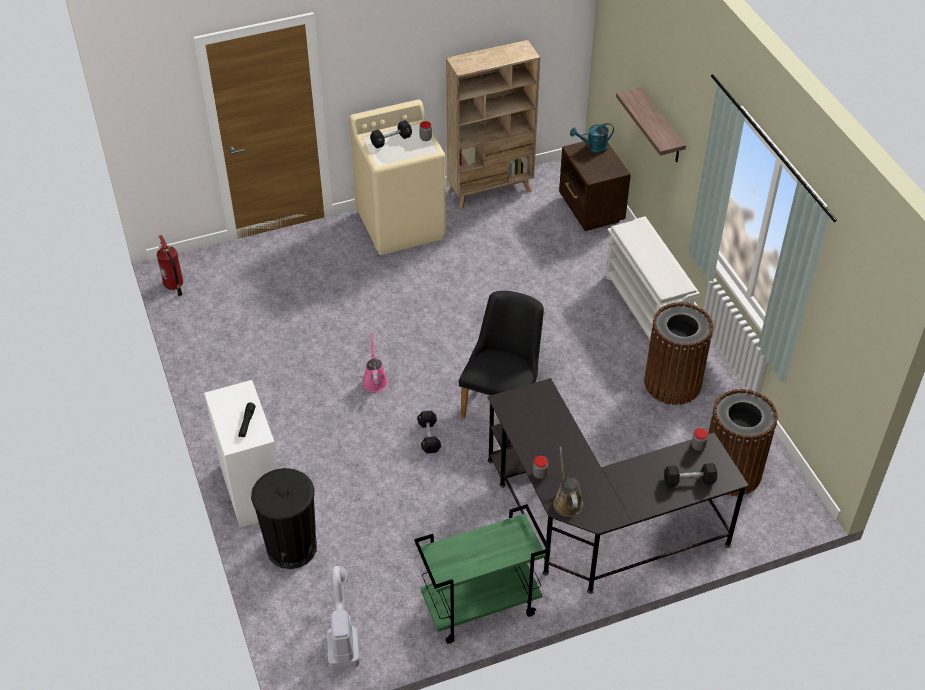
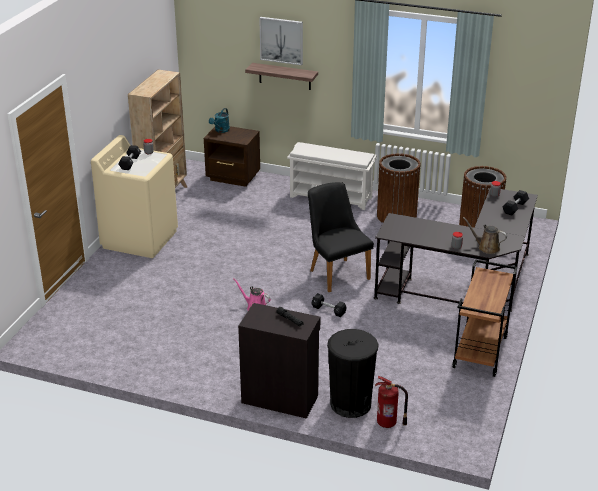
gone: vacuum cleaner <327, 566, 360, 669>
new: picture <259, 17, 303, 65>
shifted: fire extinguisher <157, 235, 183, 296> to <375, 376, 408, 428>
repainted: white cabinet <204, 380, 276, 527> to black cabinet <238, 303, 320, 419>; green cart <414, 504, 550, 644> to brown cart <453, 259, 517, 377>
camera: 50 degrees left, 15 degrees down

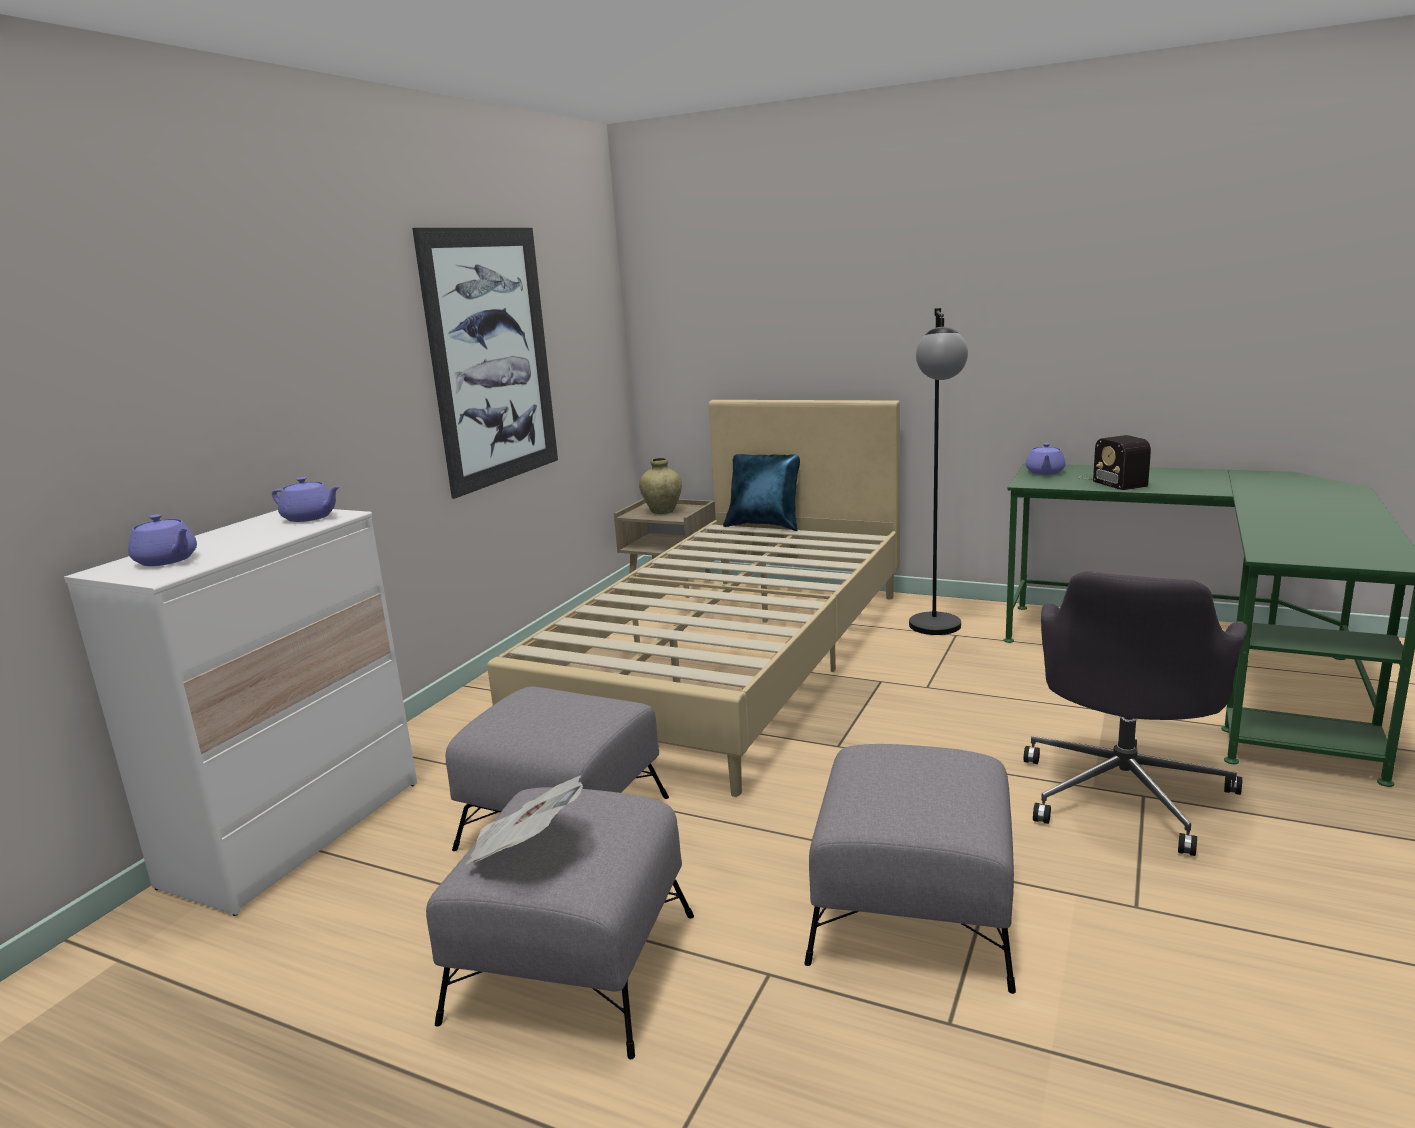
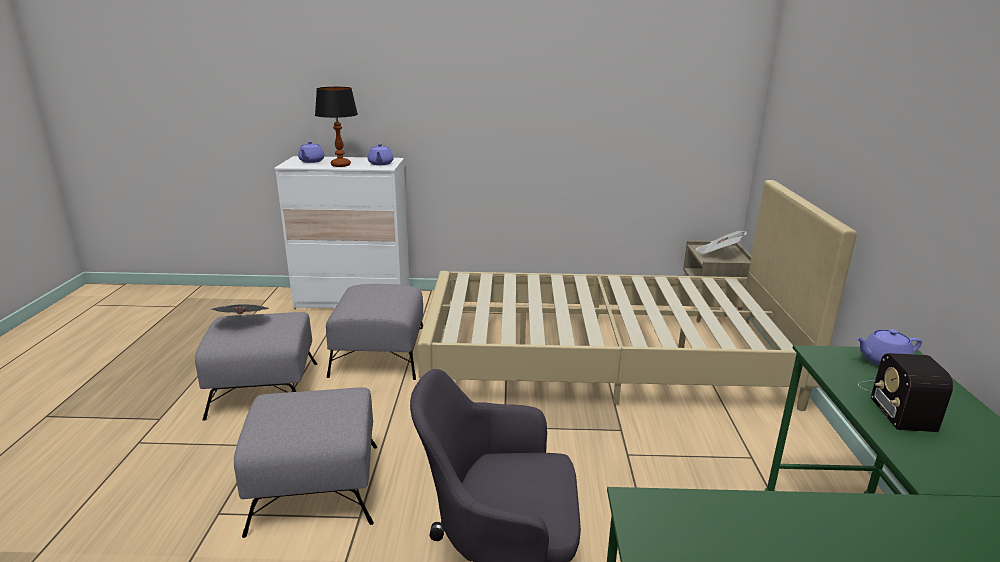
gone: picture <412, 228, 558, 499>; blue pillow <723, 454, 800, 531>; black floor lamp <909, 308, 968, 635>
new: table lamp <315, 87, 358, 167>
swapped: beige vase <639, 458, 682, 514> to newspaper <696, 231, 747, 255>
rotated: radio <1079, 435, 1151, 490> = <858, 353, 953, 432> 45 degrees counterclockwise
camera: 65 degrees right, 5 degrees up

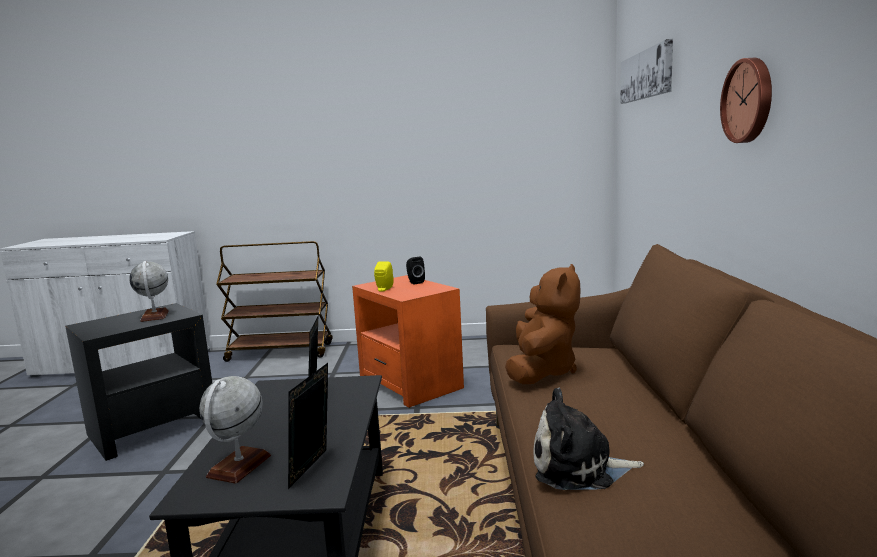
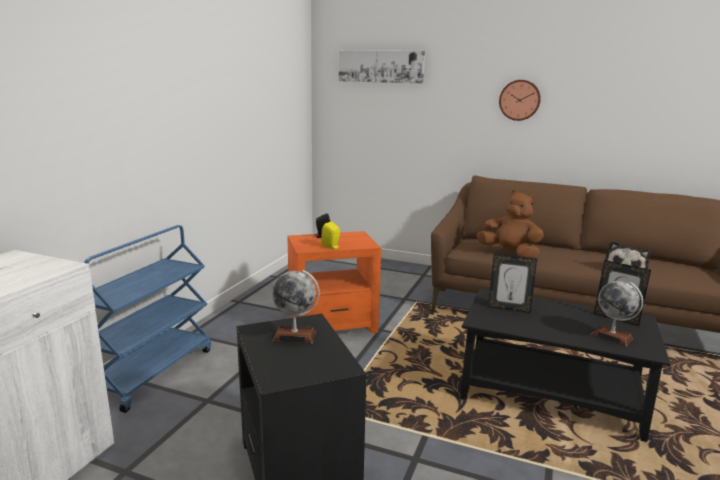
repainted: brown cart <216, 241, 333, 362> to blue cart <84, 225, 211, 413>
camera: 70 degrees left, 5 degrees up

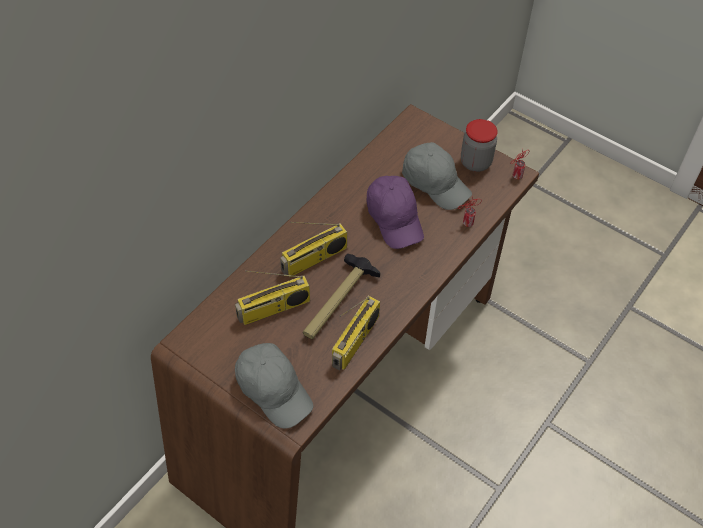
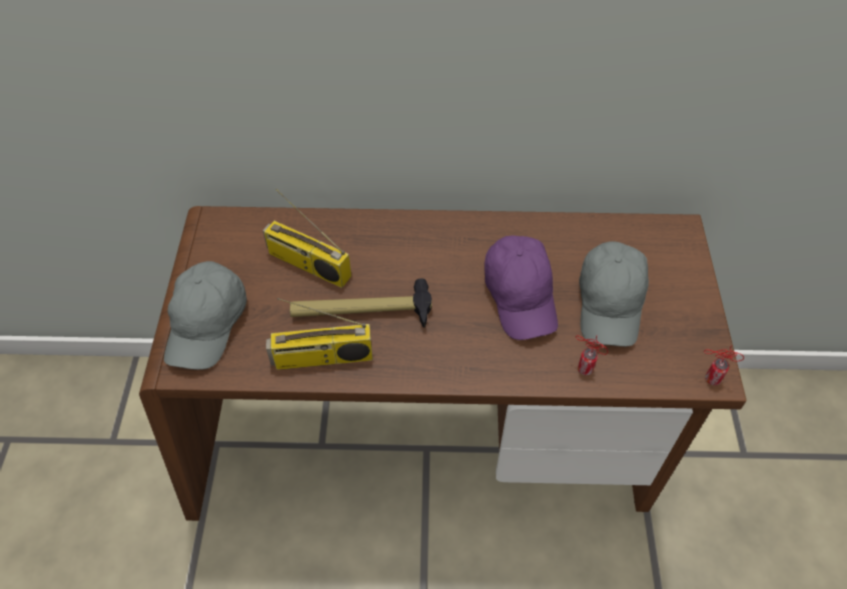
gone: radio <280, 222, 347, 277>; jar <461, 119, 498, 172>
rotated: purple cap <367, 176, 424, 249> = <484, 235, 558, 340> 45 degrees counterclockwise
camera: 55 degrees right, 0 degrees up

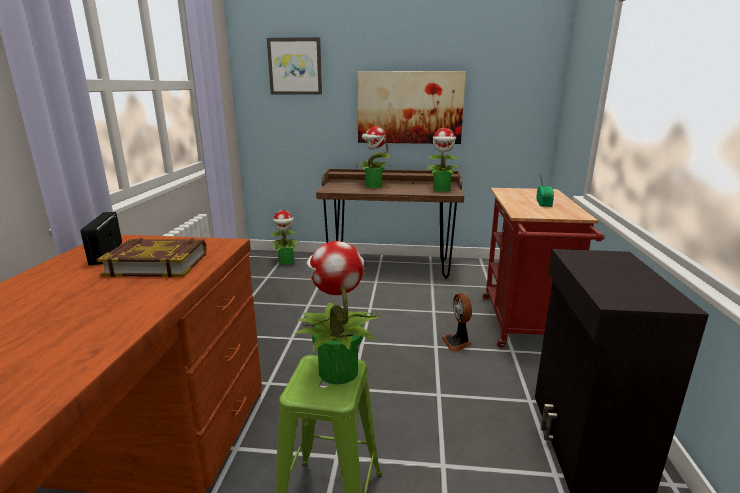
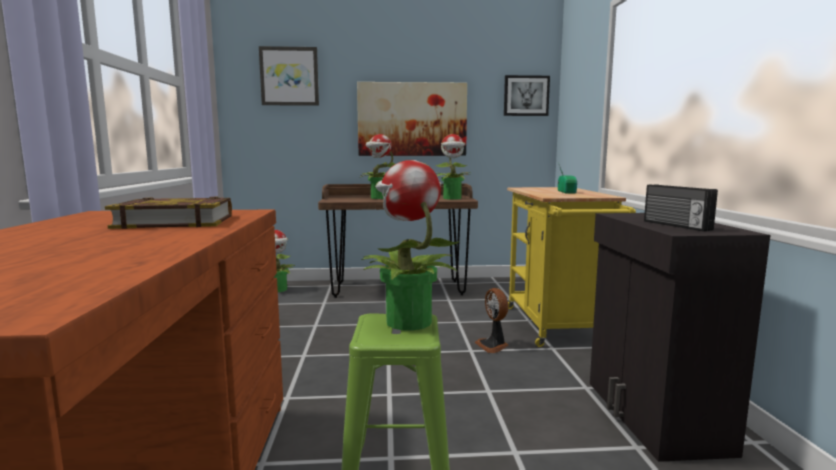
new: picture <504, 75, 550, 116>
shifted: radio <80, 212, 122, 265> to <644, 185, 718, 232>
repainted: red cart <483, 188, 605, 348> to yellow cart <507, 187, 636, 347>
camera: 10 degrees left, 10 degrees down

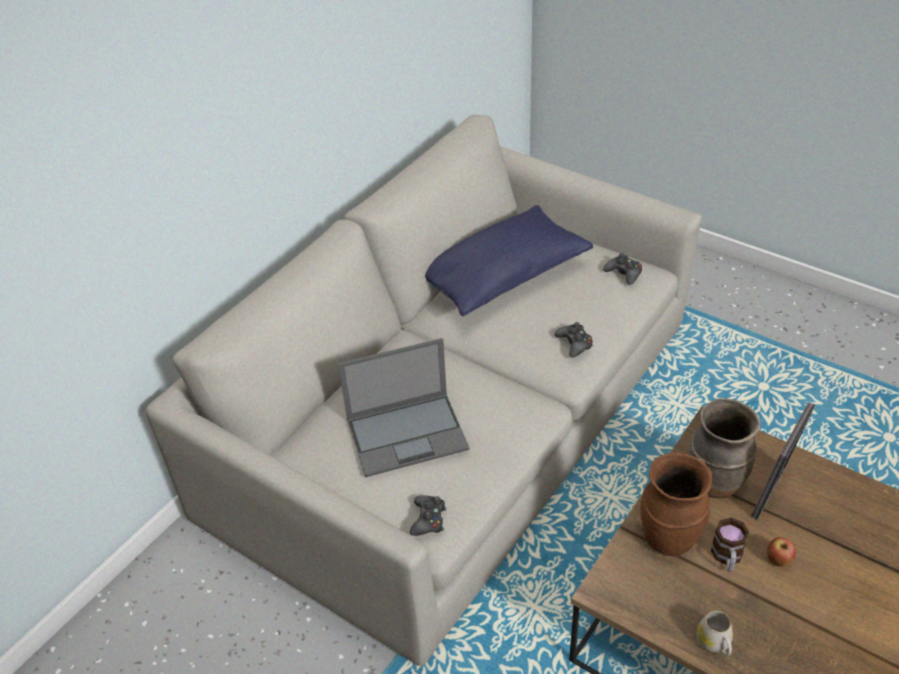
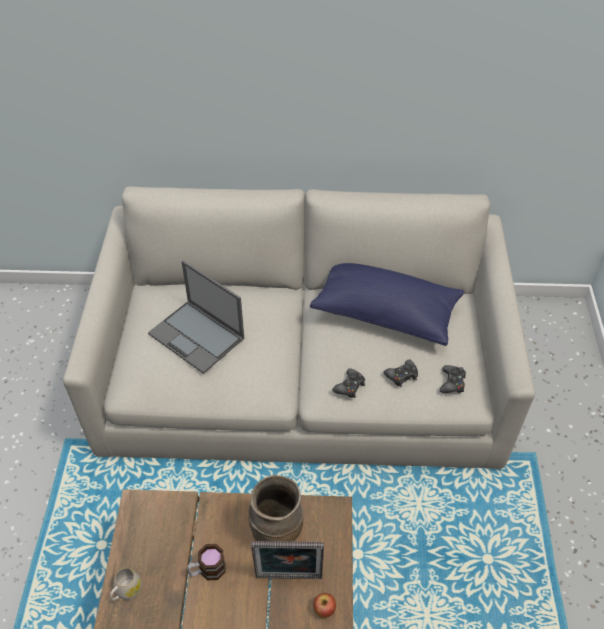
gone: brown vase <640, 452, 712, 556>
shifted: black game controller <410, 495, 446, 536> to <384, 359, 418, 387>; apple <767, 537, 796, 567> to <313, 593, 336, 618>
camera: 55 degrees right, 5 degrees up

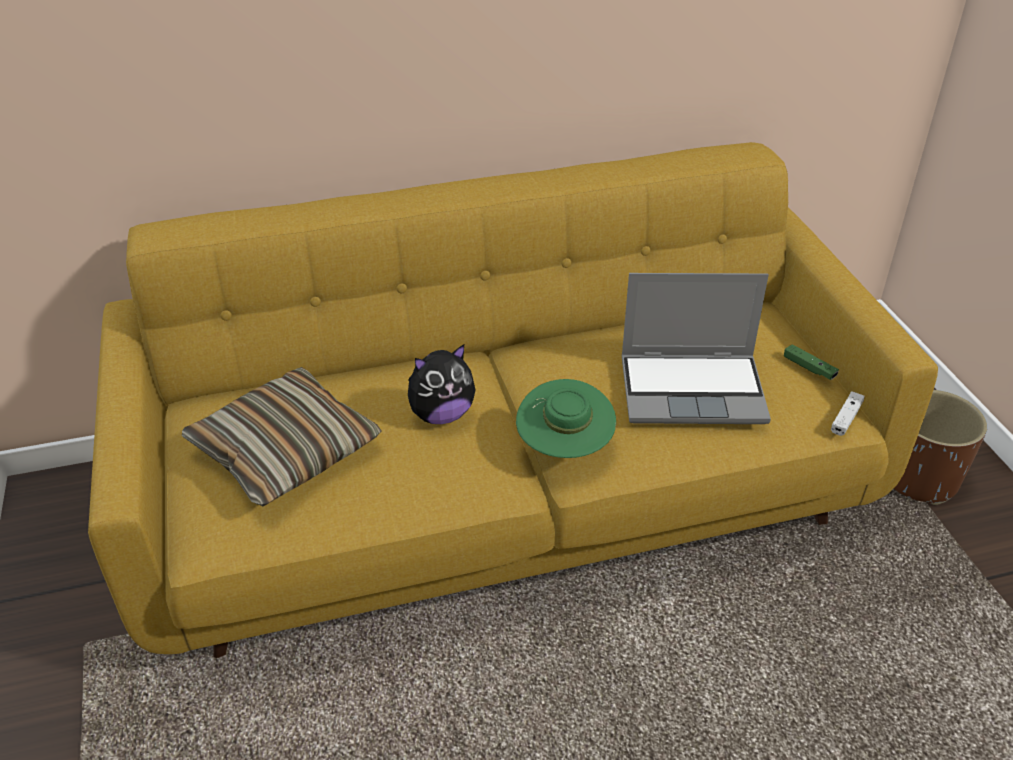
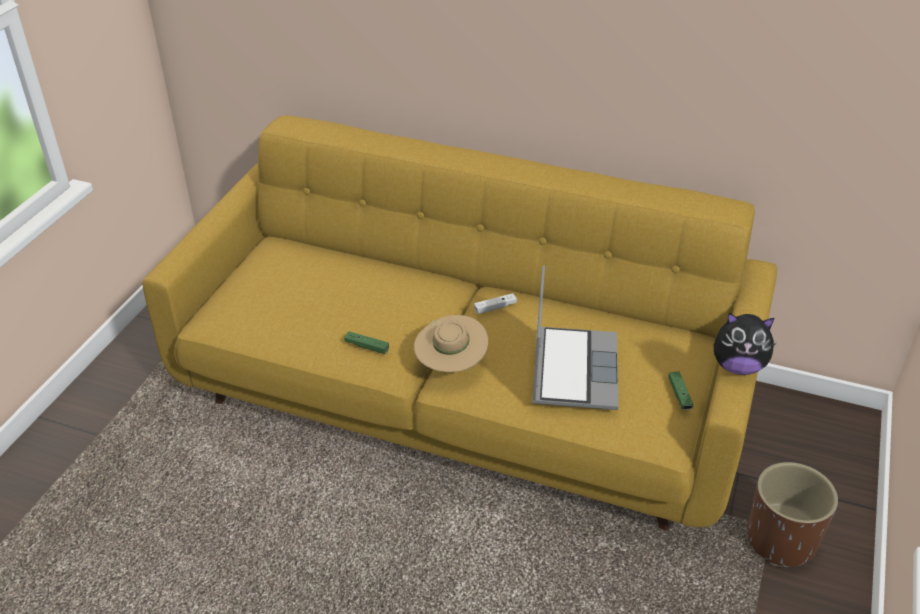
gone: pillow <182, 367, 381, 507>
new: green game controller <344, 332, 389, 354>
shifted: plush toy <408, 344, 476, 424> to <714, 313, 776, 375>; white game controller <831, 391, 865, 436> to <474, 293, 517, 314>
repainted: green hat <516, 379, 616, 458> to beige hat <414, 315, 488, 372>
rotated: laptop <622, 273, 771, 424> = <532, 265, 619, 410> 120 degrees counterclockwise
camera: 35 degrees right, 0 degrees up

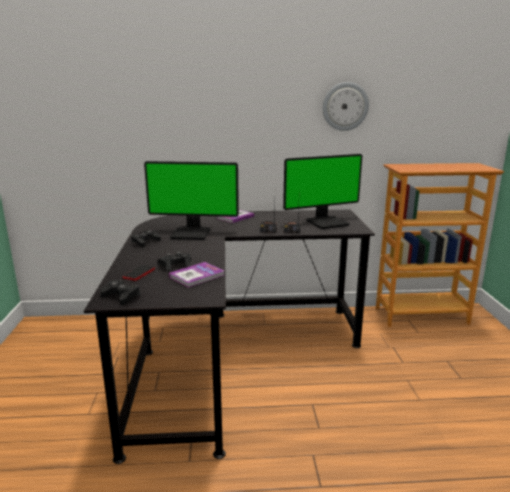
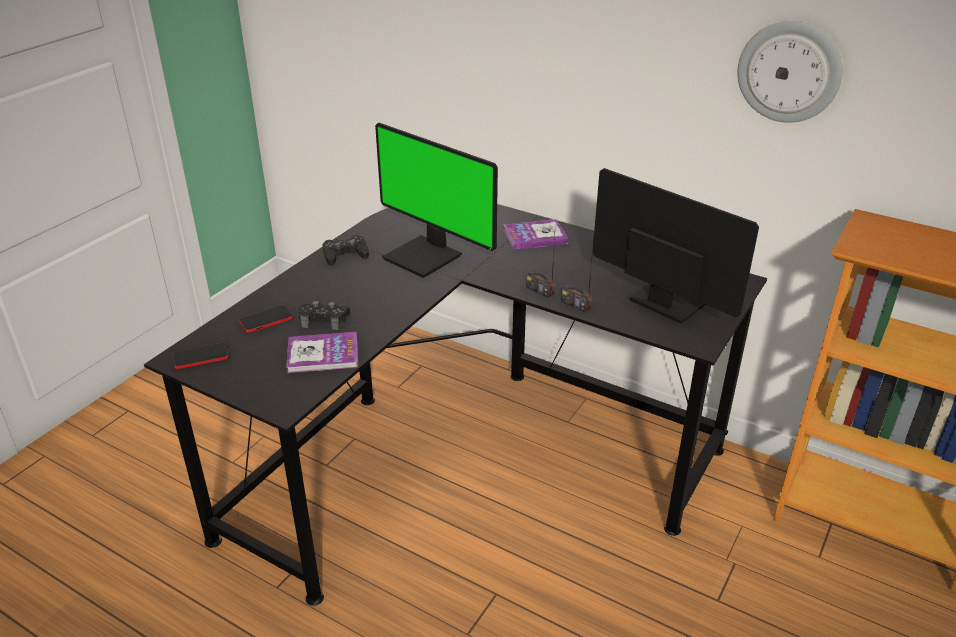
swapped: black game controller <100, 280, 140, 305> to phone <173, 343, 229, 369>
rotated: monitor <283, 154, 362, 229> = <593, 168, 759, 324> 150 degrees counterclockwise
camera: 35 degrees right, 15 degrees up

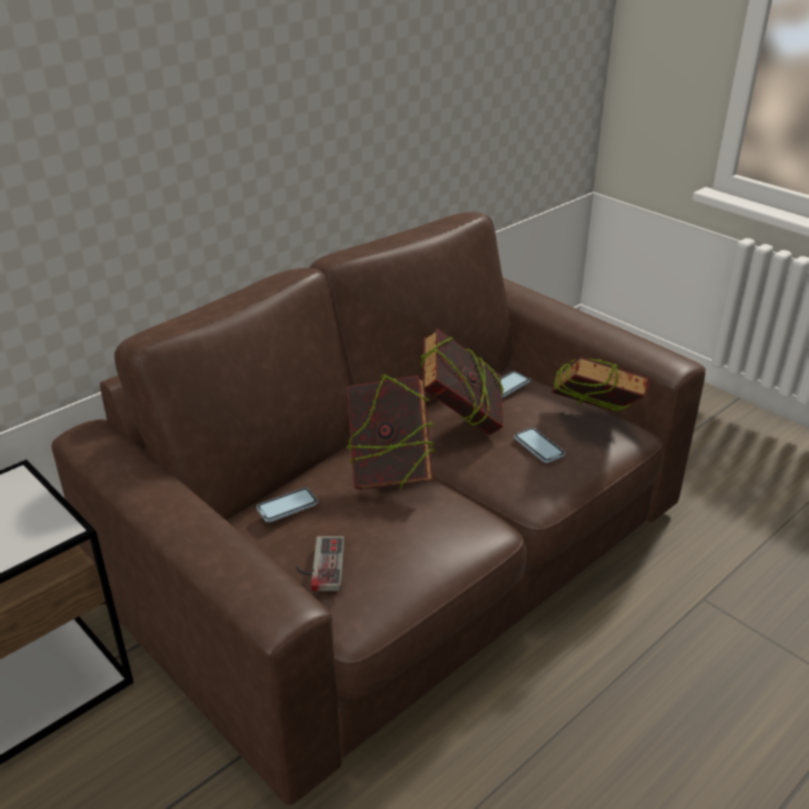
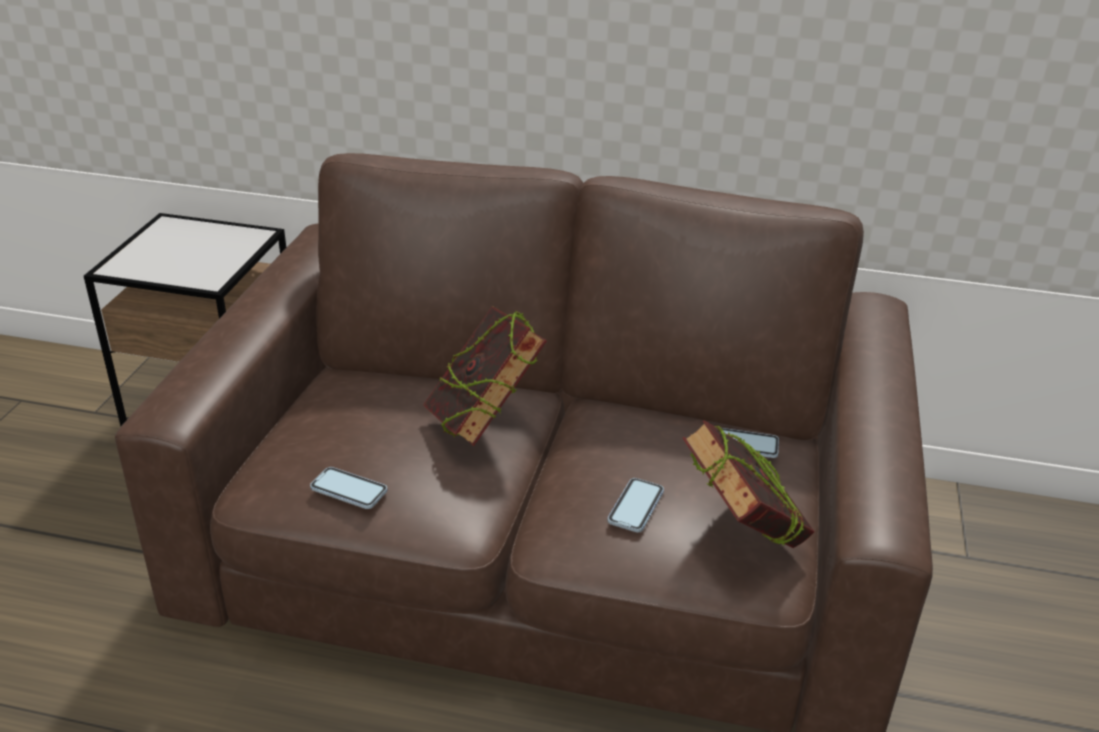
gone: game controller <296, 536, 344, 591>; book <421, 329, 504, 435>
shifted: phone <257, 488, 318, 522> to <310, 467, 387, 509>
camera: 55 degrees right, 0 degrees up

